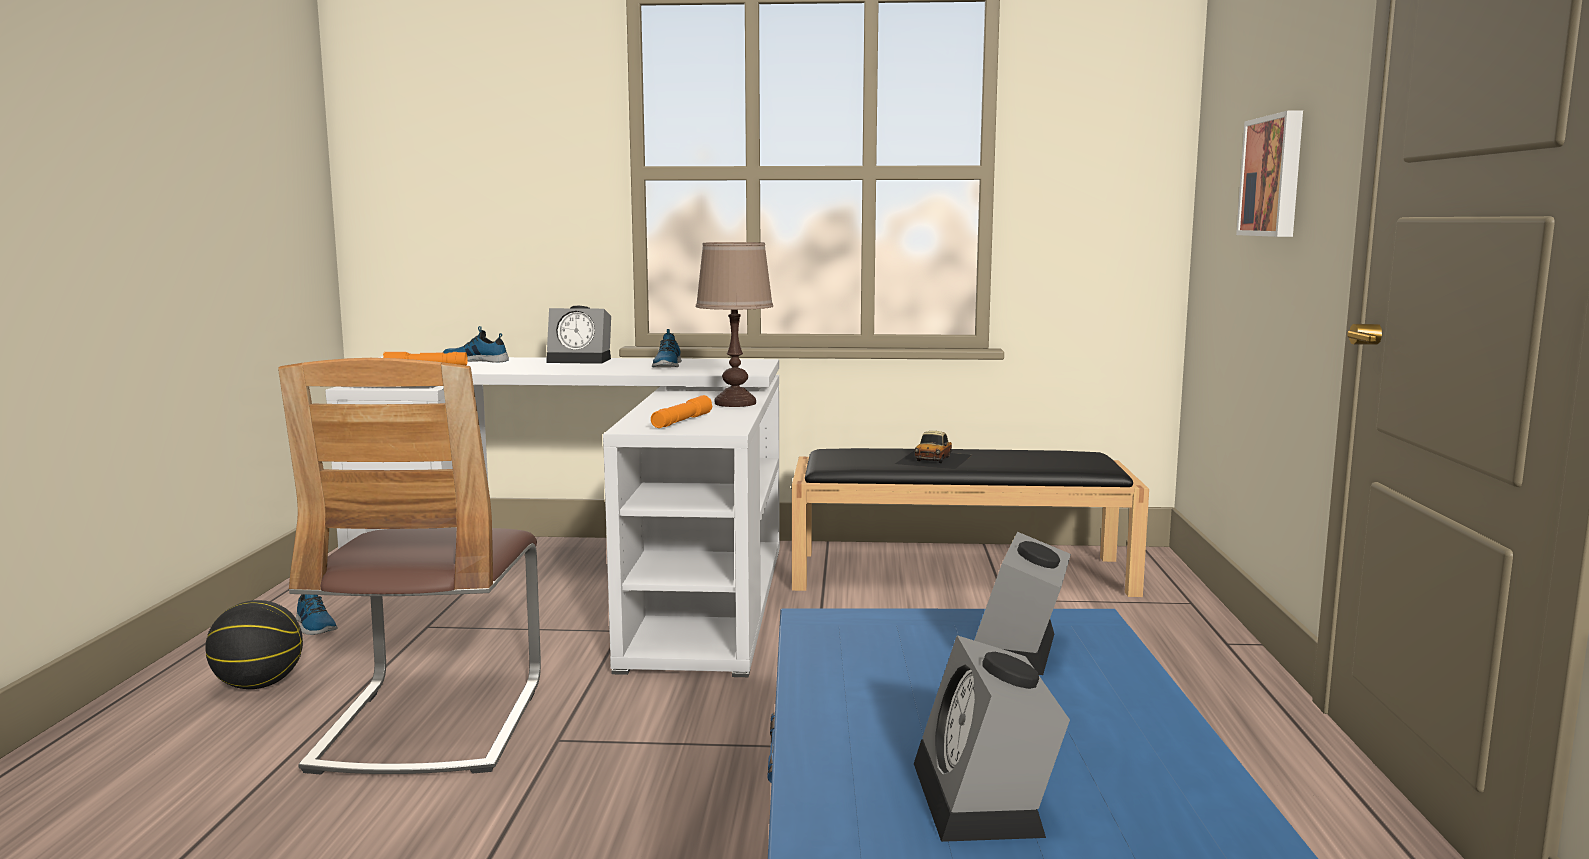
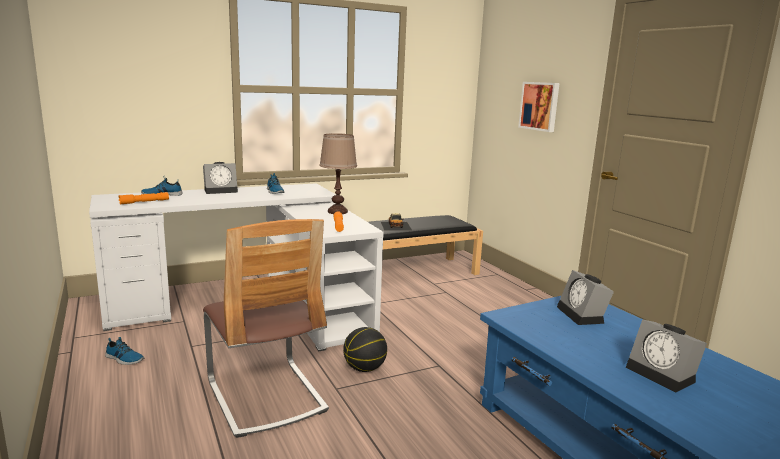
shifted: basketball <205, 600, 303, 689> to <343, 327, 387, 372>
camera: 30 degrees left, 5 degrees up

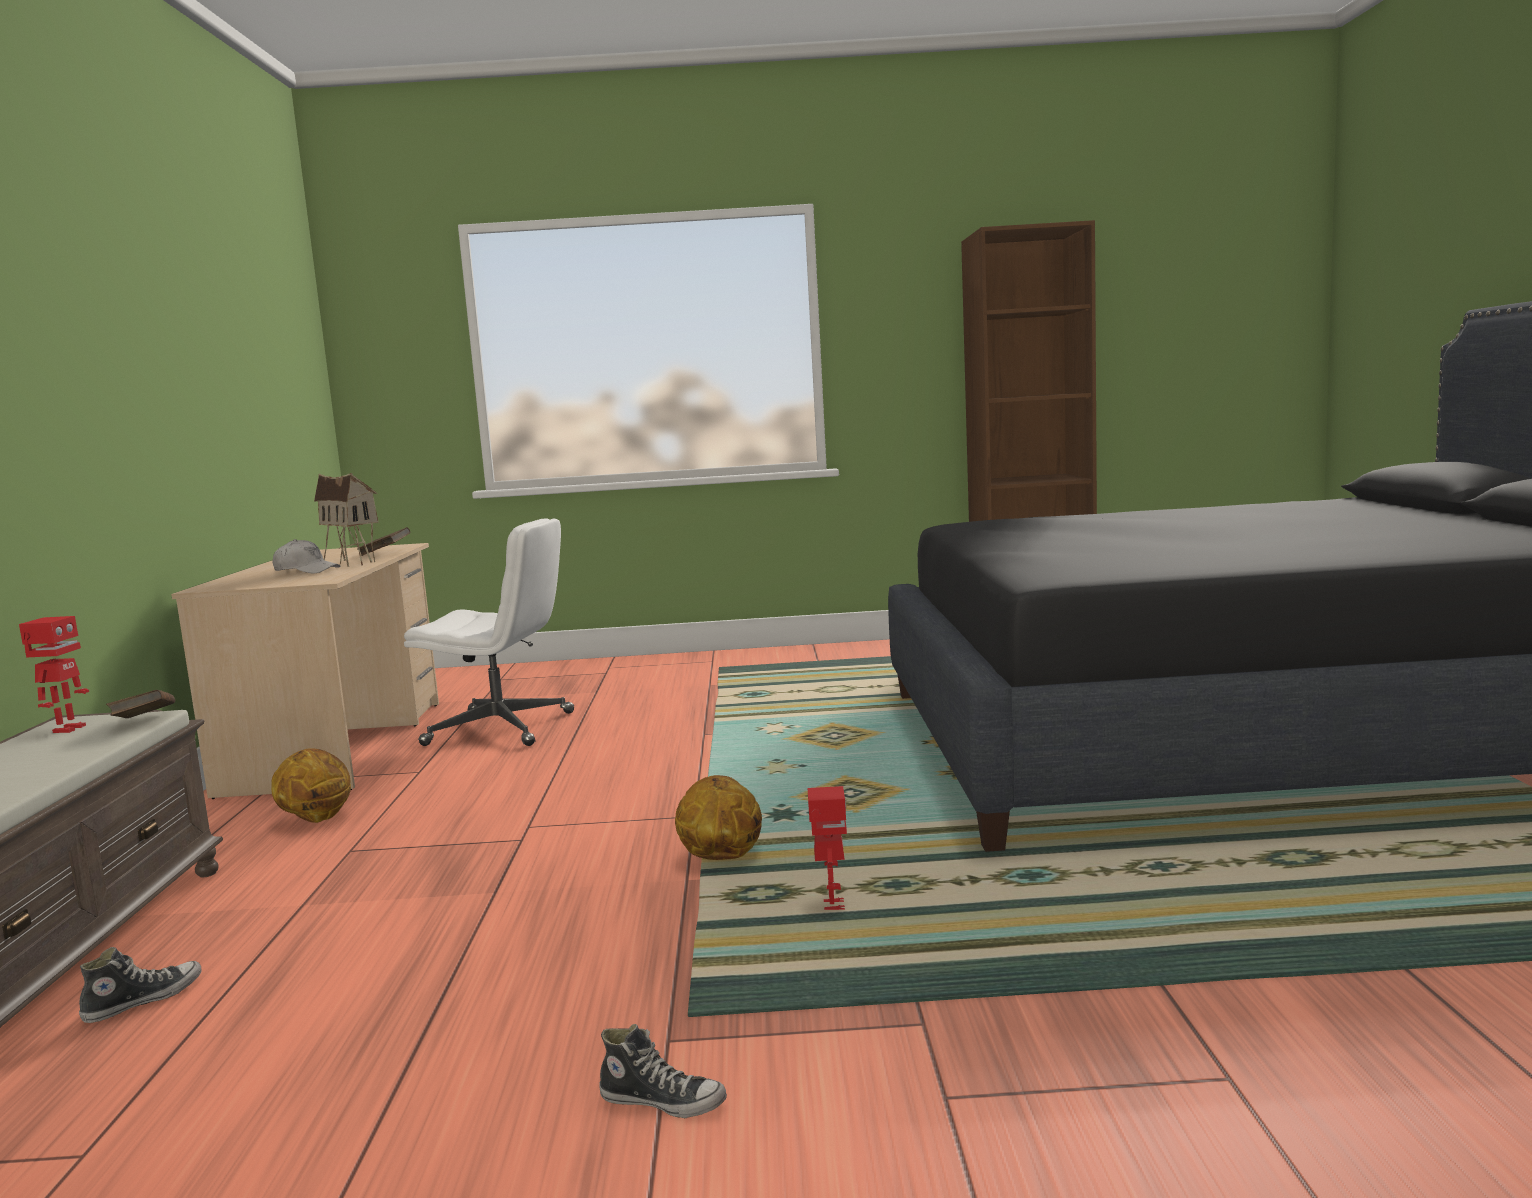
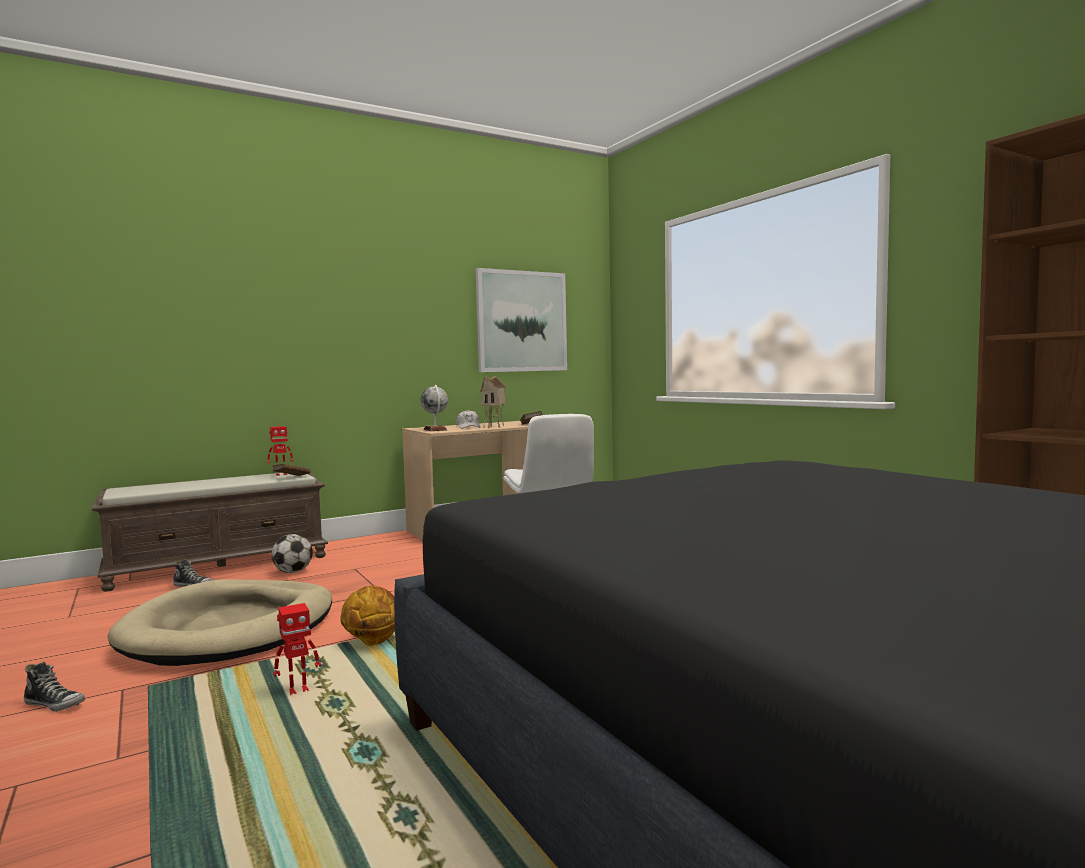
gone: basketball <271, 749, 351, 823>
new: beige dog bed <108, 579, 332, 666>; football <271, 534, 313, 573>; globe <421, 385, 448, 431>; picture <476, 268, 567, 372>
rotated: shoe <599, 1024, 727, 1118> = <24, 662, 85, 712> 60 degrees counterclockwise
camera: 60 degrees right, 5 degrees down

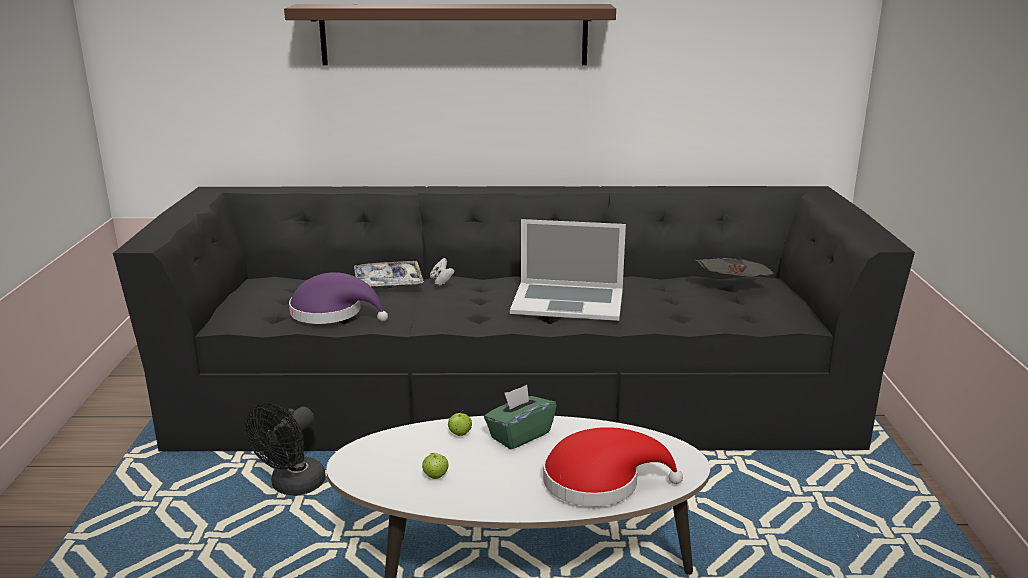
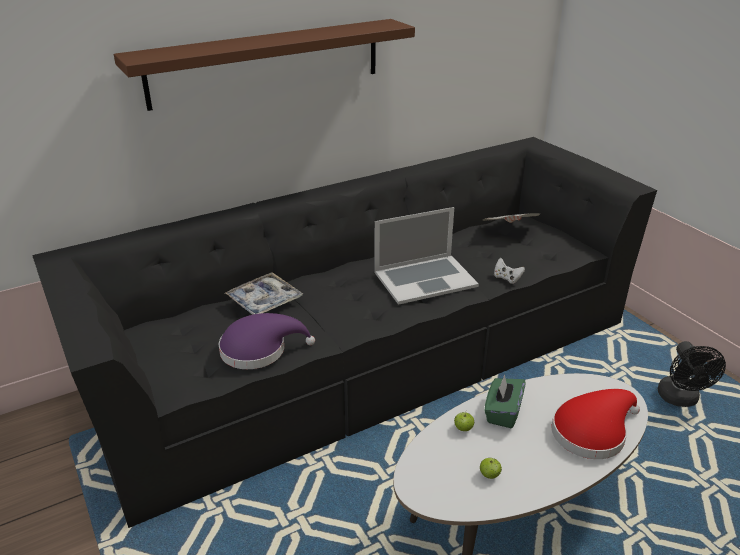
shifted: black fan <245, 403, 326, 496> to <658, 341, 726, 407>; white game controller <430, 258, 455, 286> to <494, 258, 525, 284>
camera: 30 degrees left, 10 degrees up

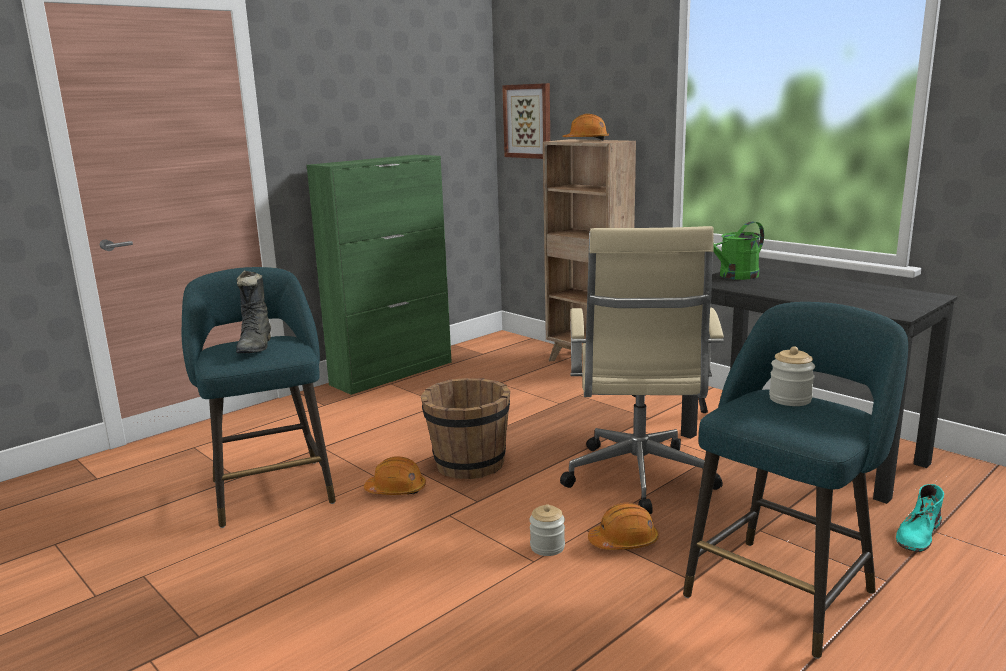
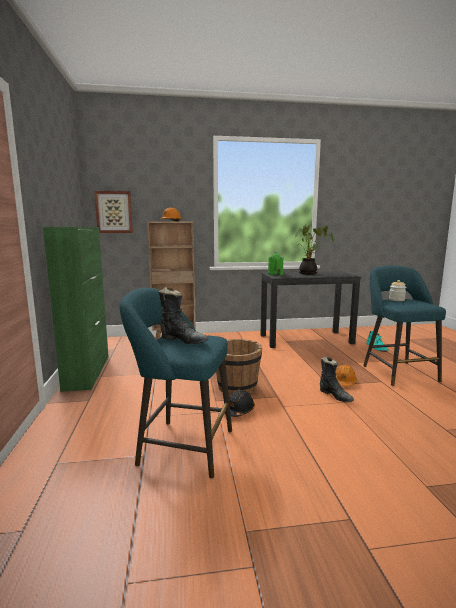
gone: beige office chair <560, 226, 724, 514>
new: potted plant <295, 224, 334, 275>
swapped: jar <530, 504, 565, 556> to black boot <320, 357, 354, 402>
repainted: orange hard hat <364, 456, 426, 495> to black hard hat <224, 390, 255, 417>
camera: 55 degrees left, 5 degrees down

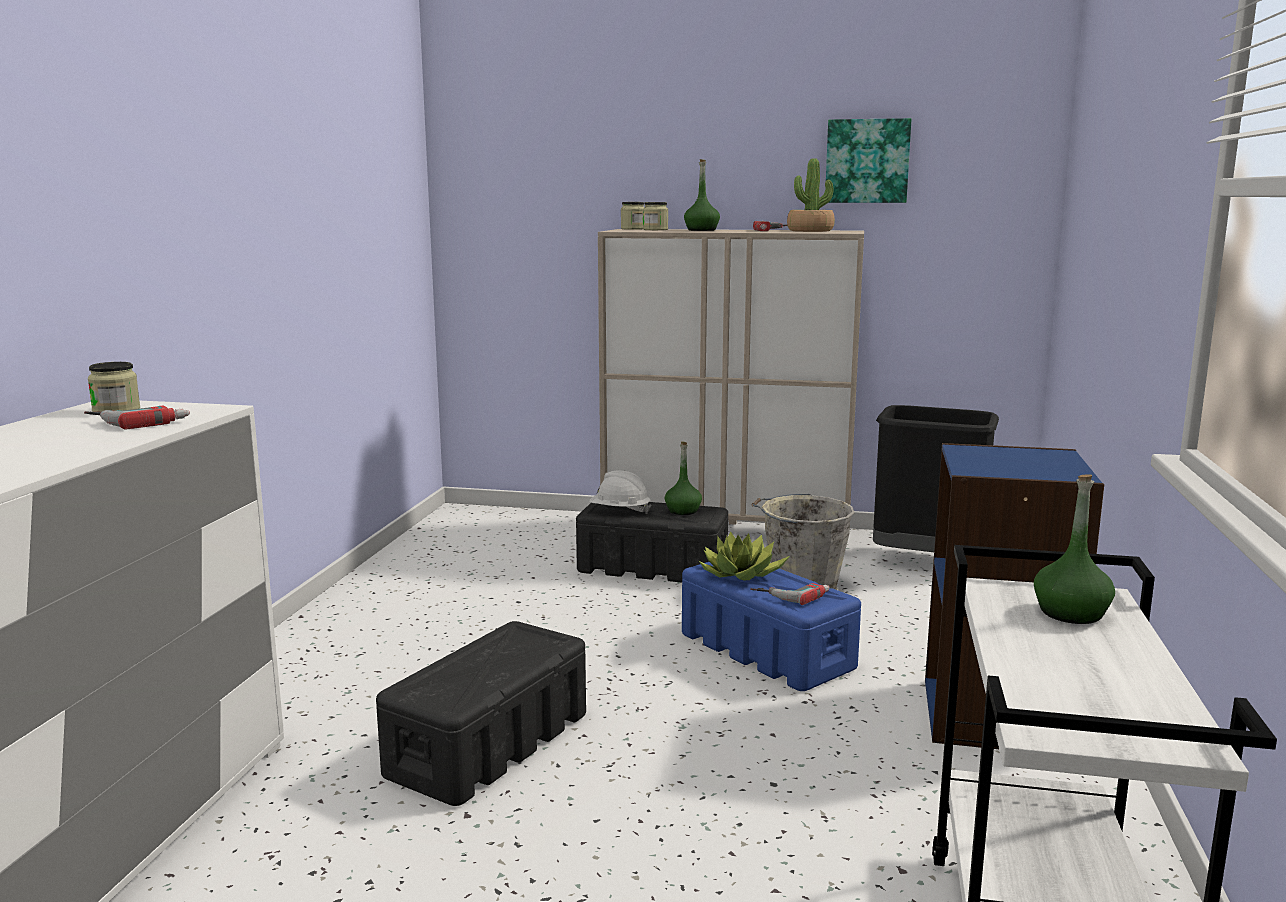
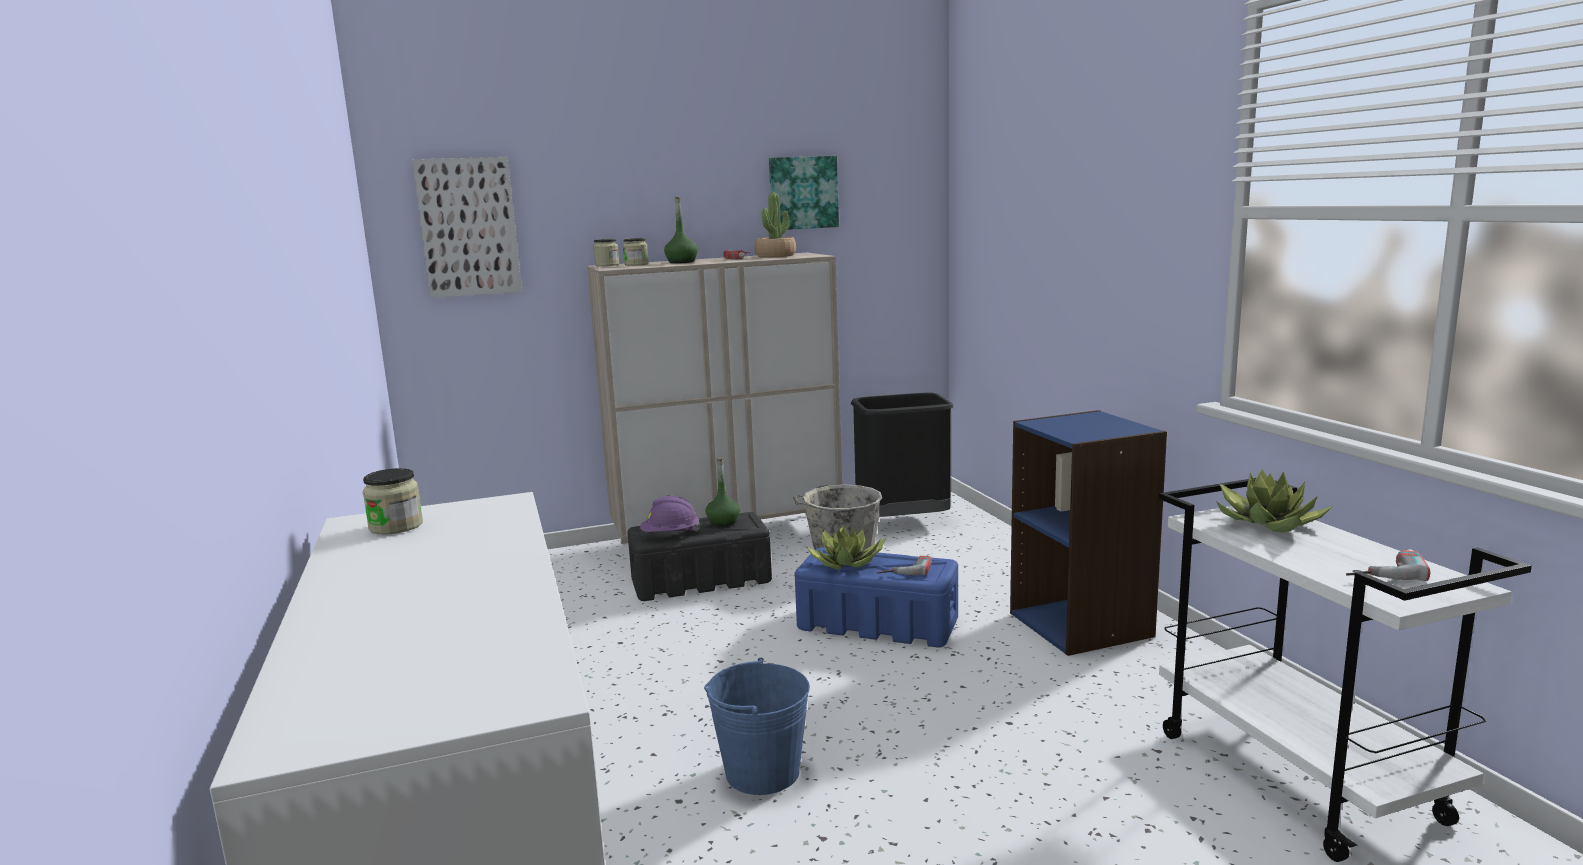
new: picture <412, 157, 522, 298>
shifted: power drill <84, 406, 190, 430> to <1346, 549, 1430, 581>
swapped: black storage box <376, 621, 586, 806> to blue bucket <704, 658, 810, 795>; green bottle <1034, 474, 1115, 624> to potted plant <1216, 469, 1333, 533>
repainted: white hard hat <589, 470, 651, 514> to purple hard hat <640, 495, 700, 532>
camera: 30 degrees left, 0 degrees up

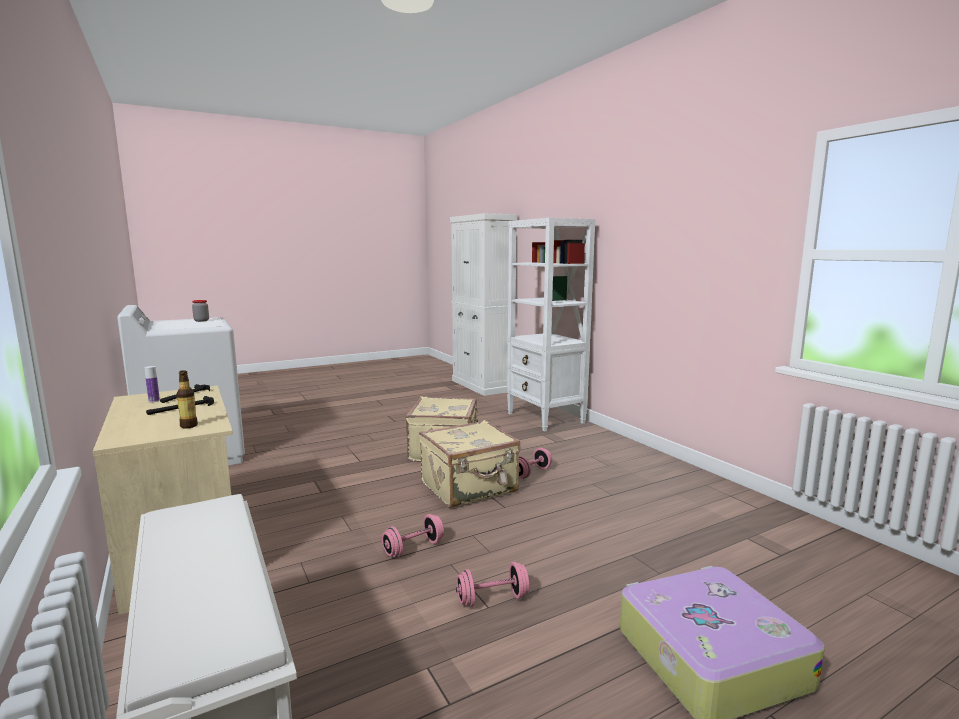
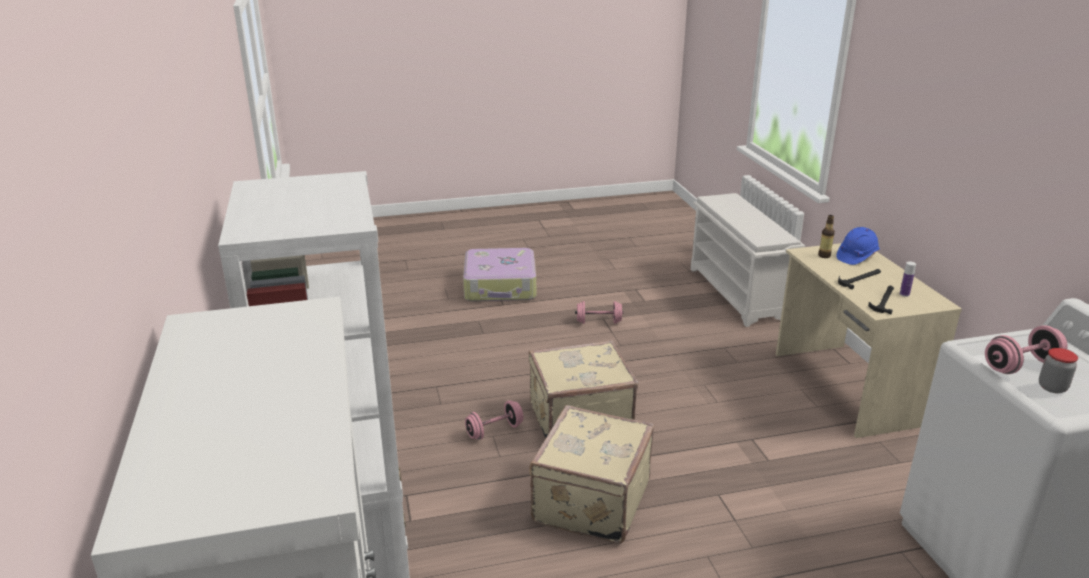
new: blue hard hat <836, 227, 880, 265>
shifted: pink dumbbell <382, 514, 444, 558> to <985, 325, 1068, 374>
camera: 165 degrees left, 15 degrees up

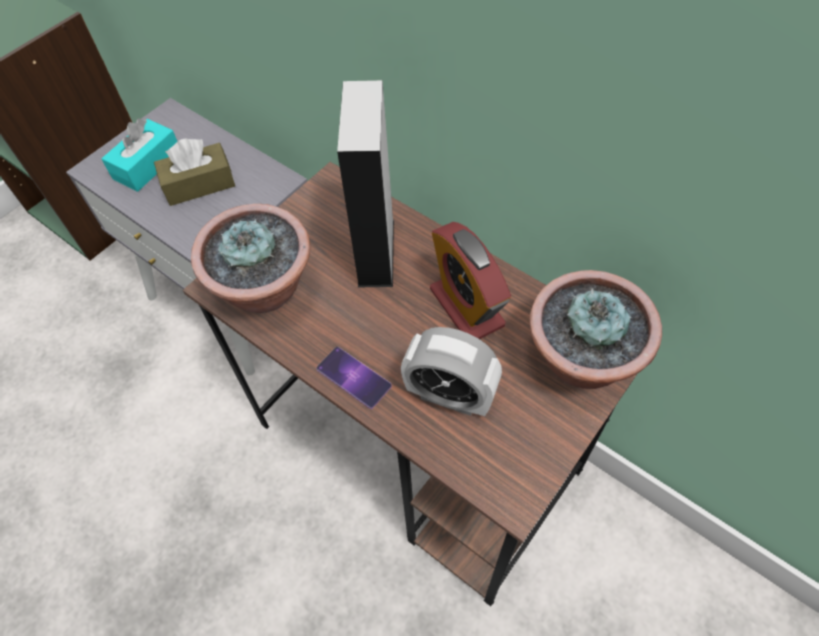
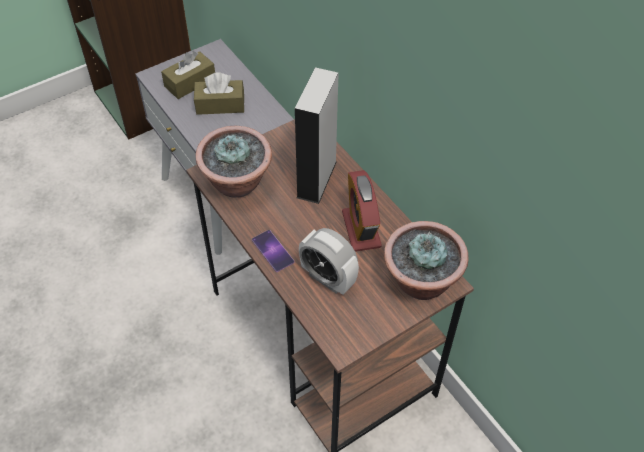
repainted: turquoise tissue box <101, 118, 178, 192> to brown tissue box <161, 51, 215, 99>
camera: 15 degrees right, 5 degrees down

